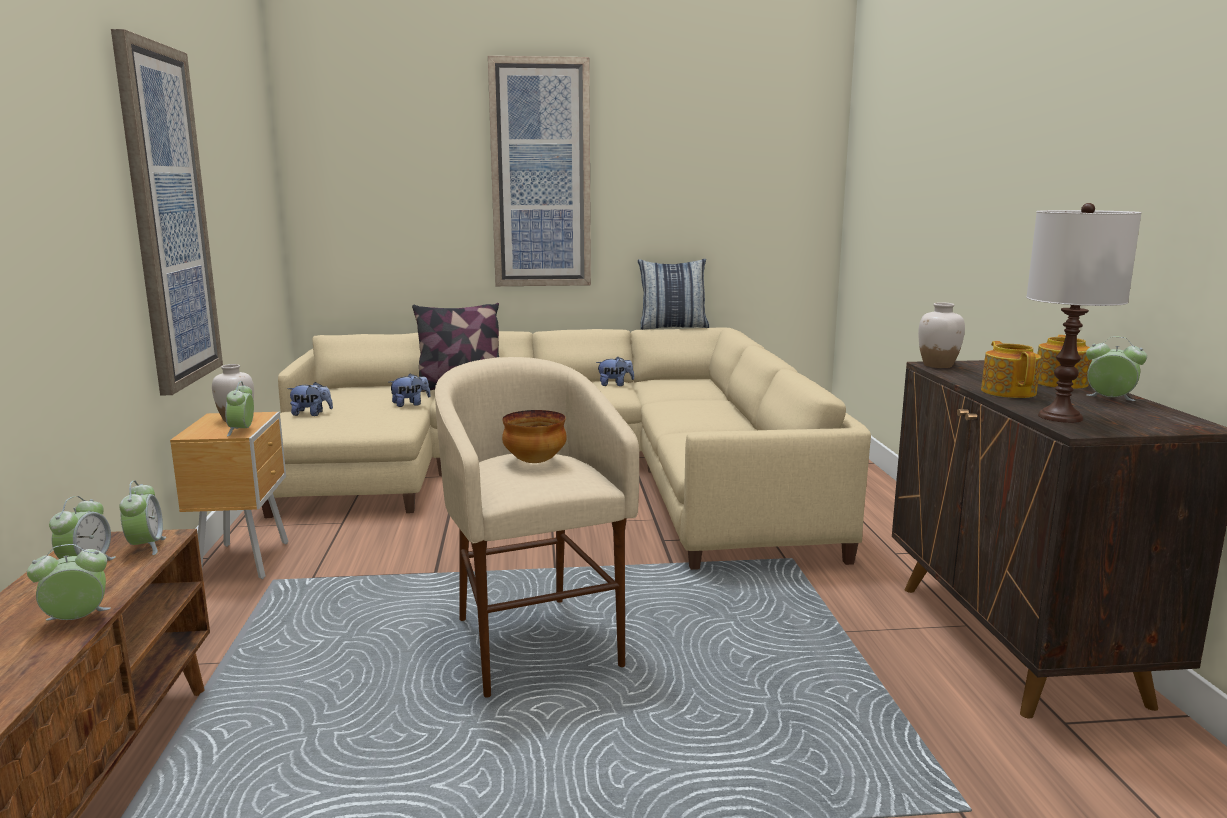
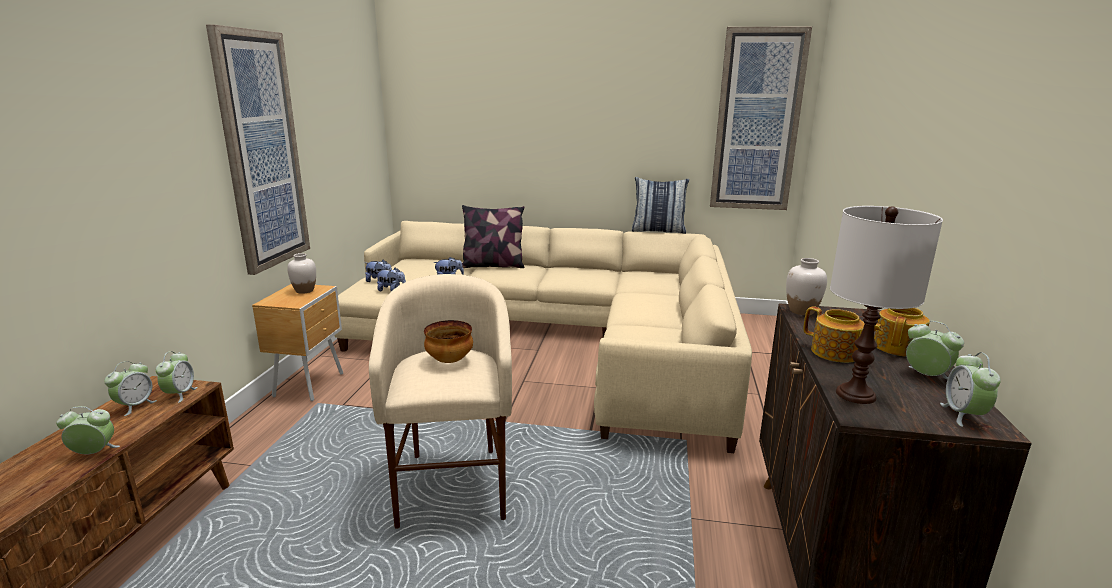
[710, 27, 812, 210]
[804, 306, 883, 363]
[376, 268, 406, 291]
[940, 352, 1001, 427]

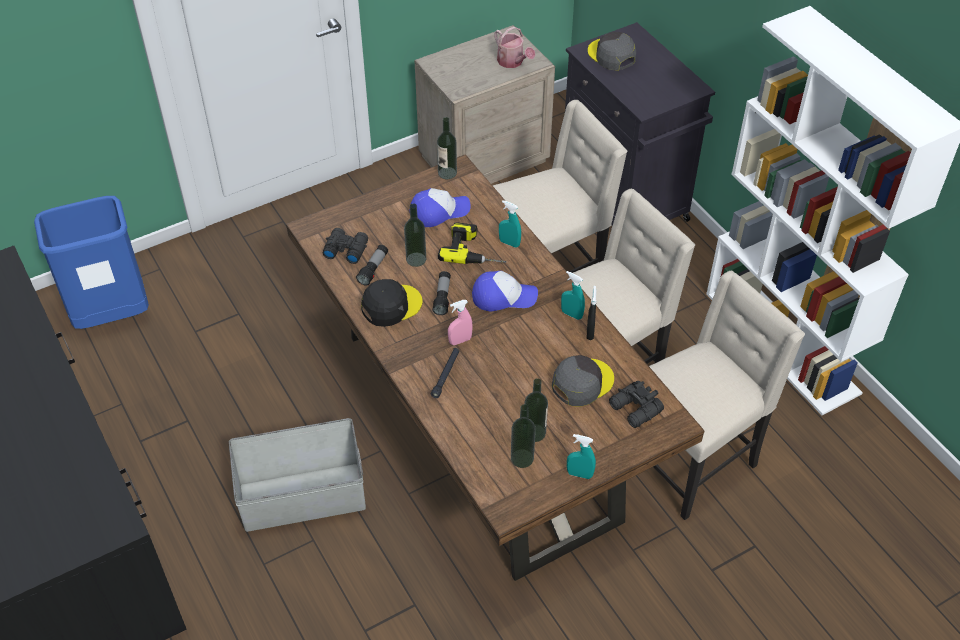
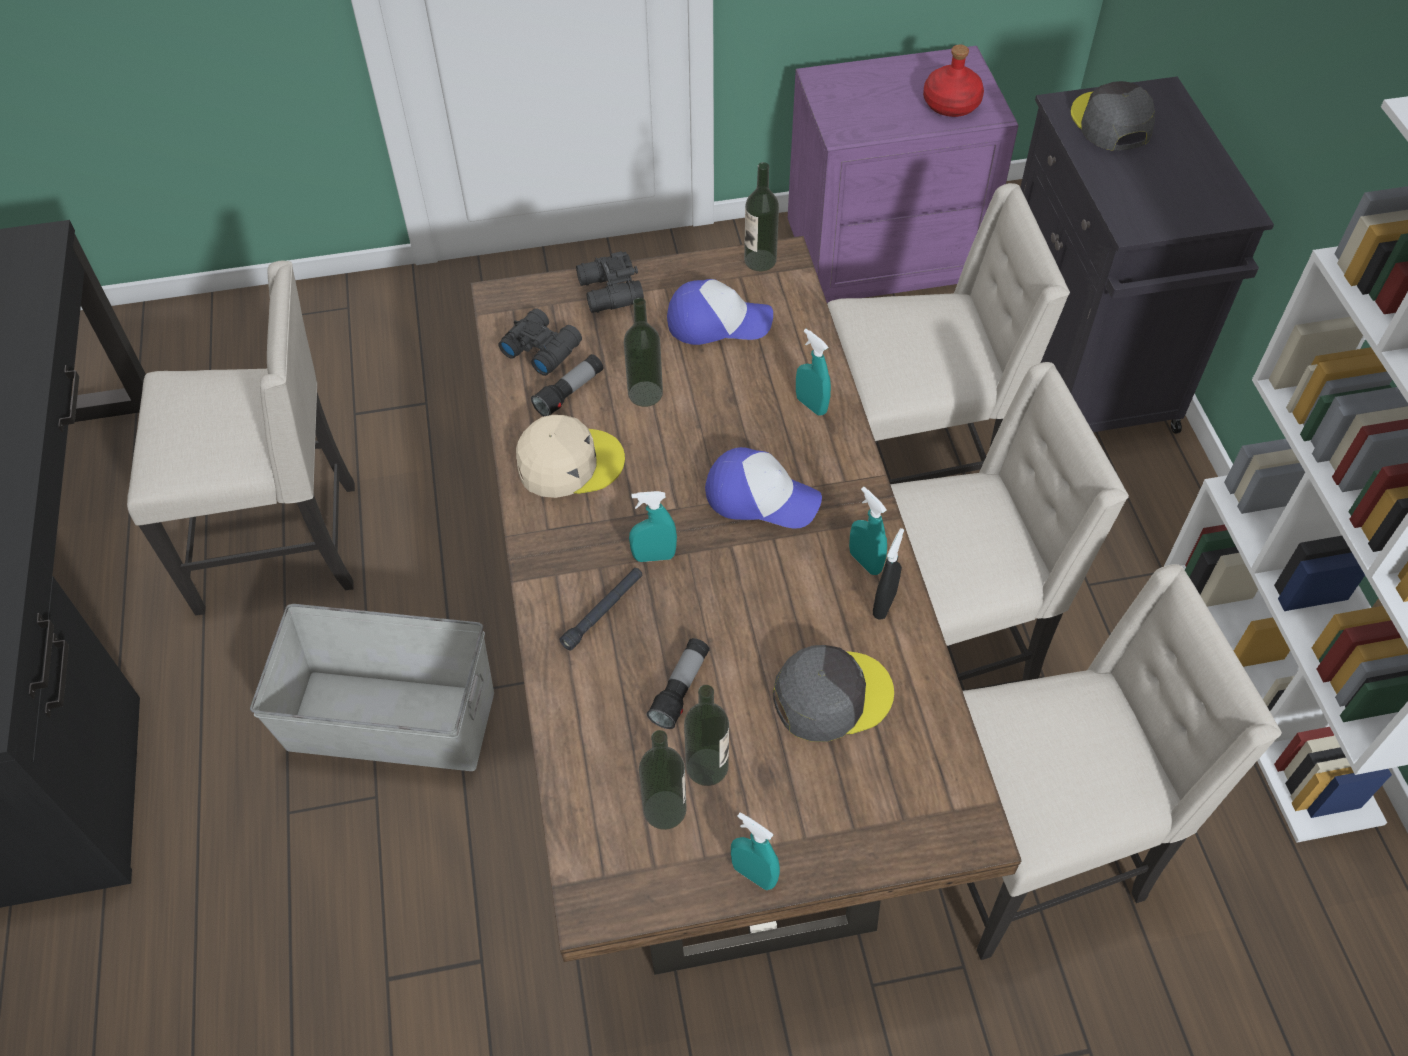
[788, 46, 1019, 303]
[923, 45, 984, 117]
[34, 196, 149, 329] (first image)
[438, 223, 506, 264] (first image)
[646, 638, 710, 729]
[516, 415, 625, 498]
[629, 491, 677, 562]
[576, 251, 644, 313]
[127, 261, 355, 616]

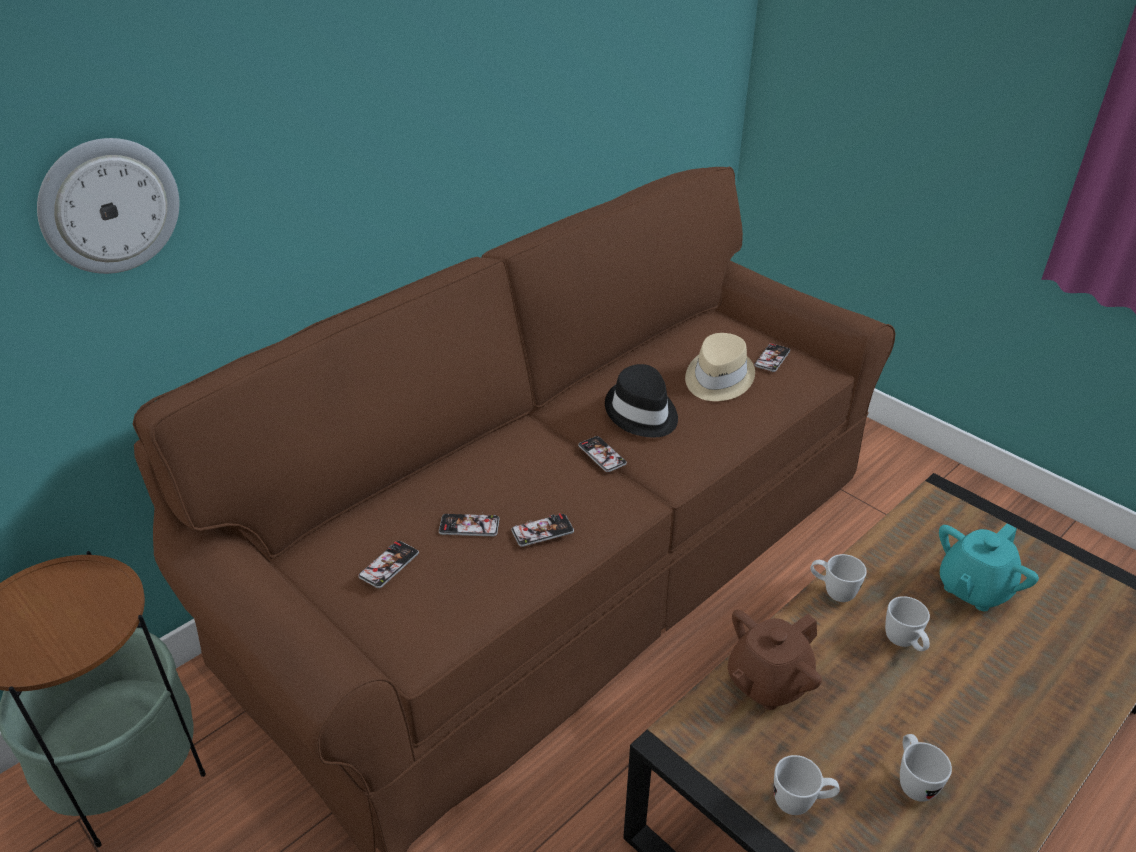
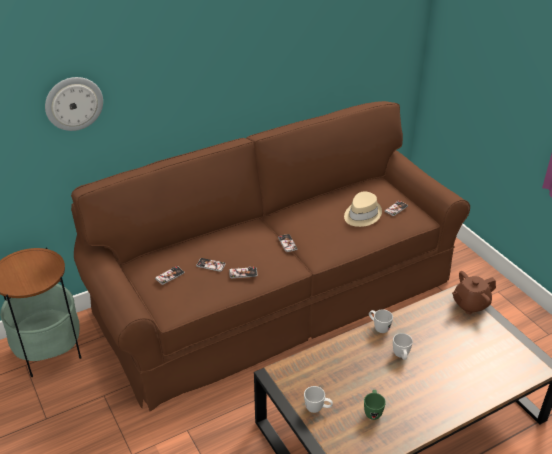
[605, 364, 678, 437] (first image)
[939, 523, 1039, 611] (first image)
[452, 271, 496, 314]
[364, 390, 386, 420]

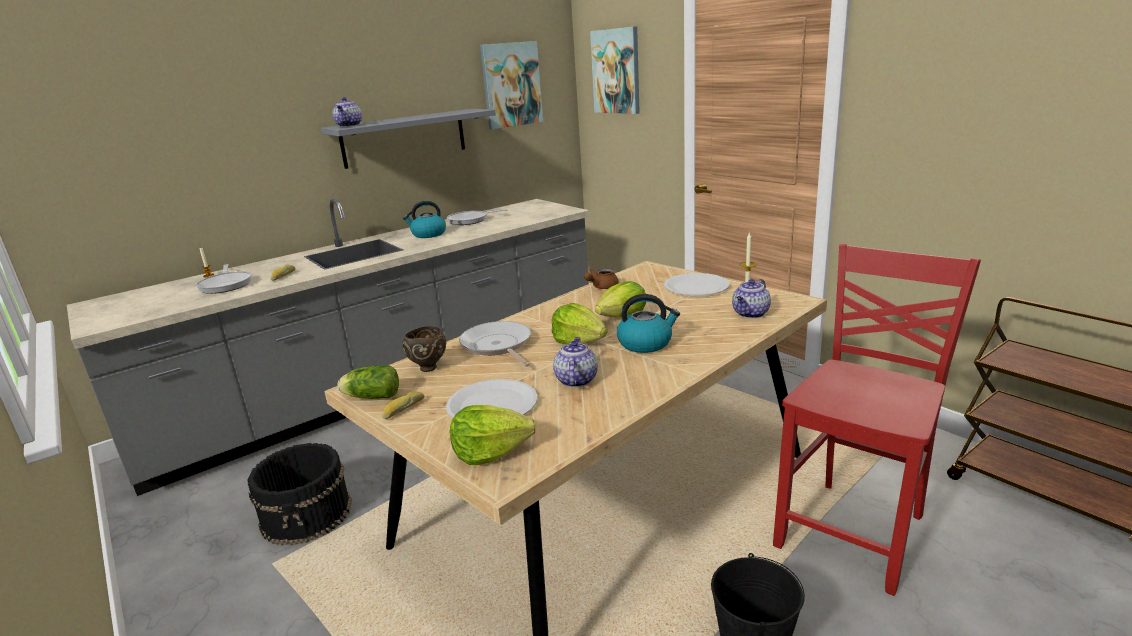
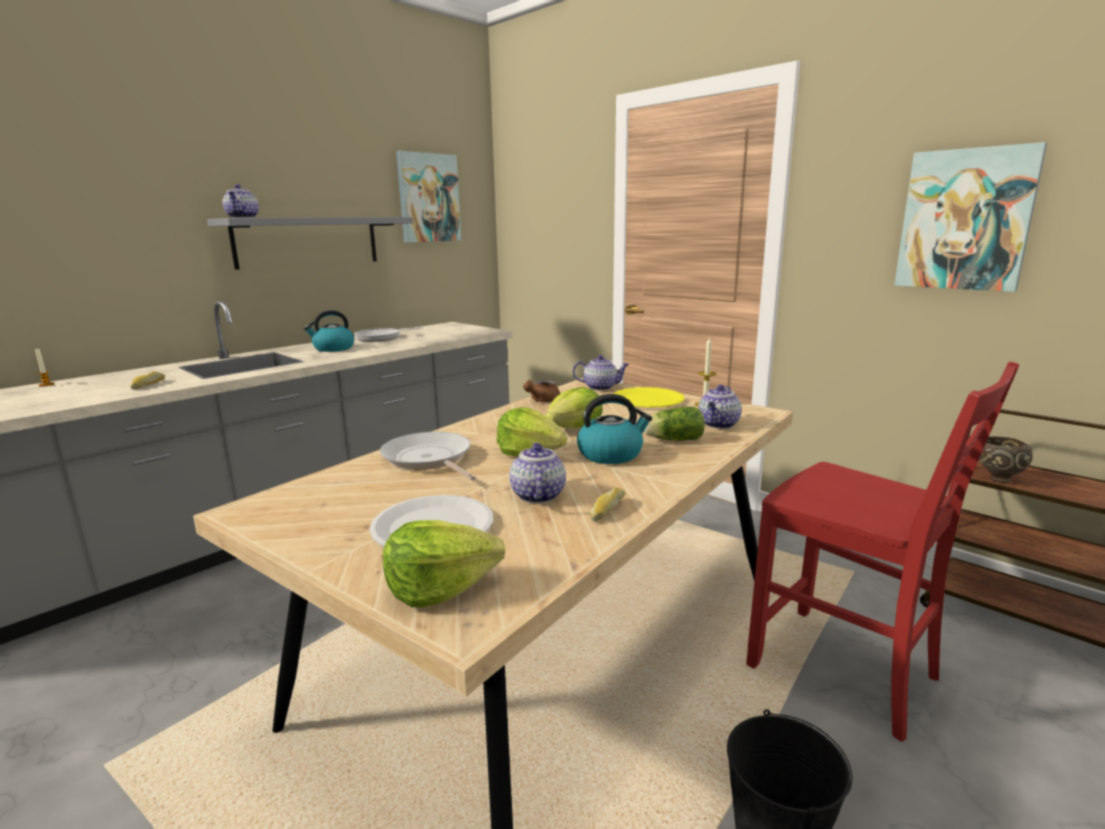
[894, 142, 1047, 292]
[746, 362, 1019, 742]
[196, 264, 251, 294] (first image)
[613, 387, 685, 408]
[979, 436, 1033, 483]
[644, 407, 705, 441]
[590, 487, 625, 521]
[247, 443, 352, 546] (first image)
[573, 355, 629, 391]

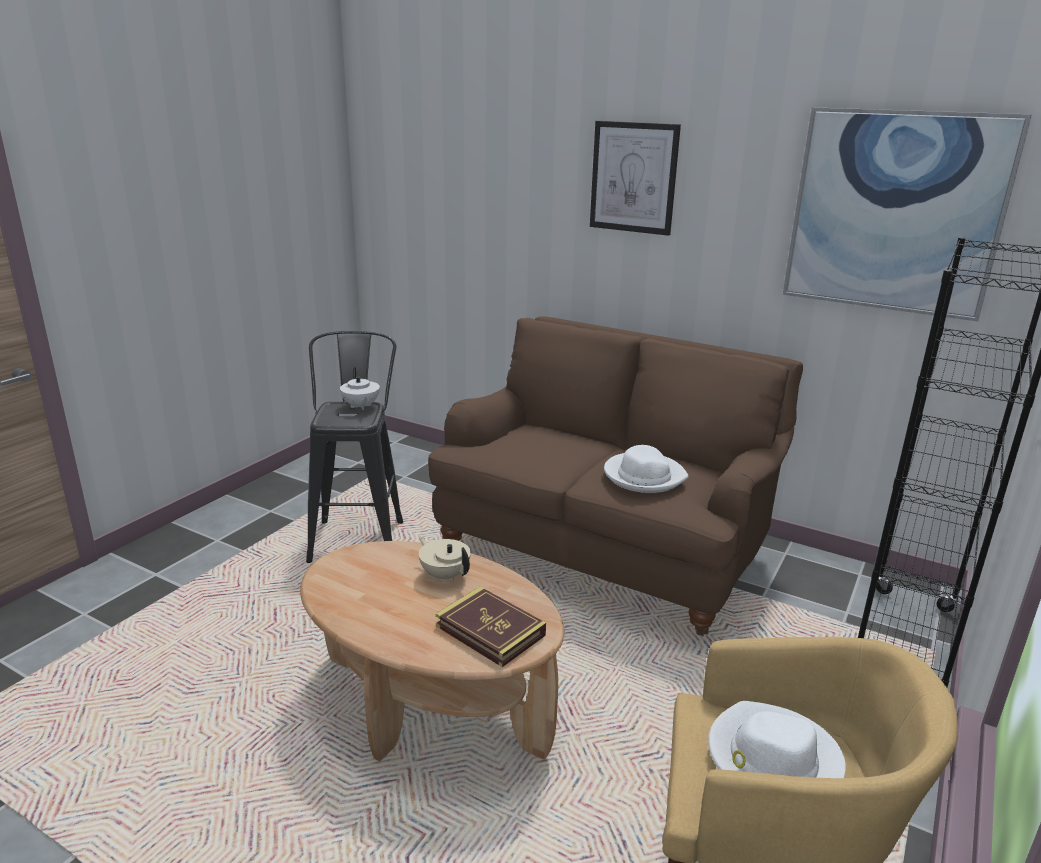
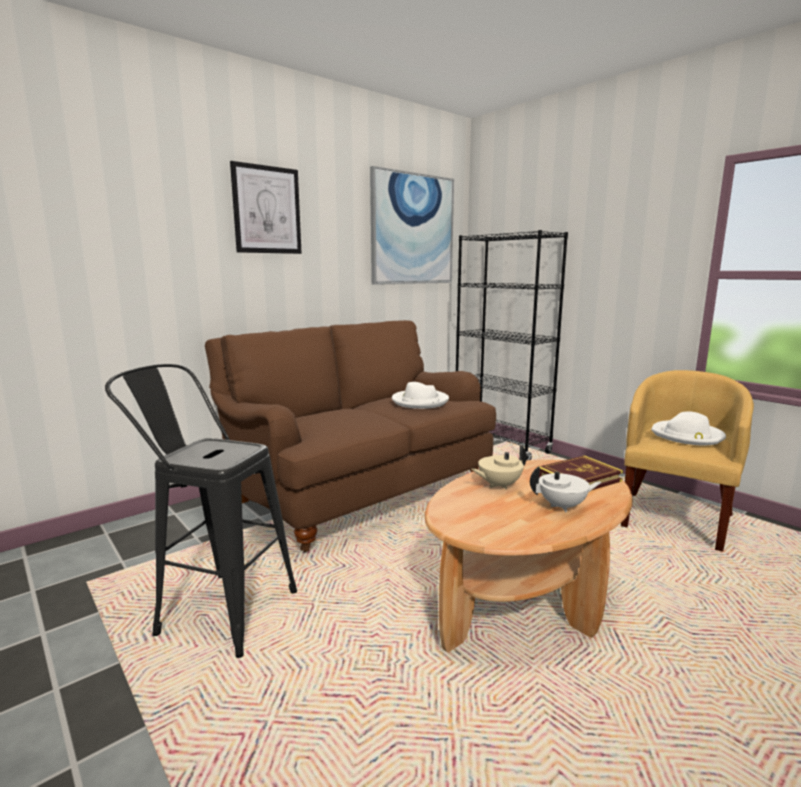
[530, 467, 602, 512]

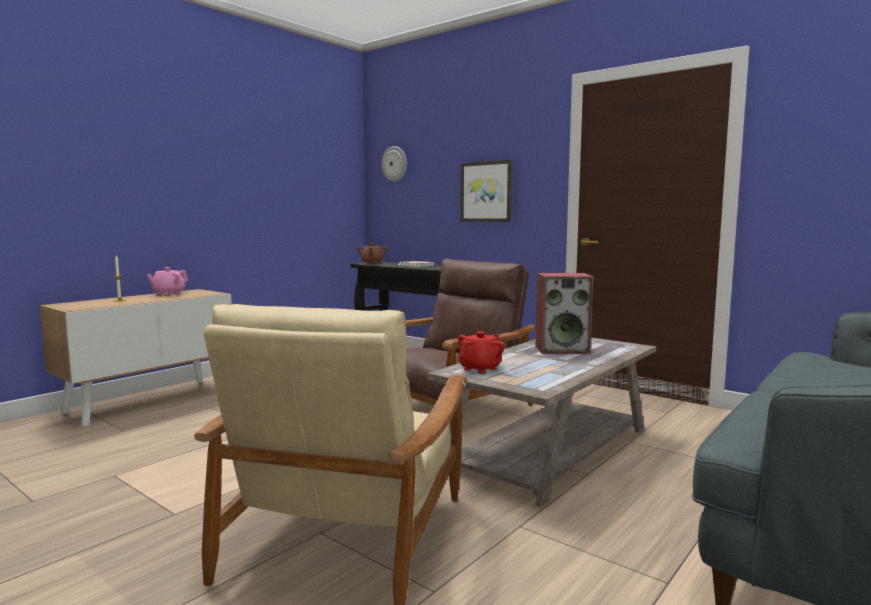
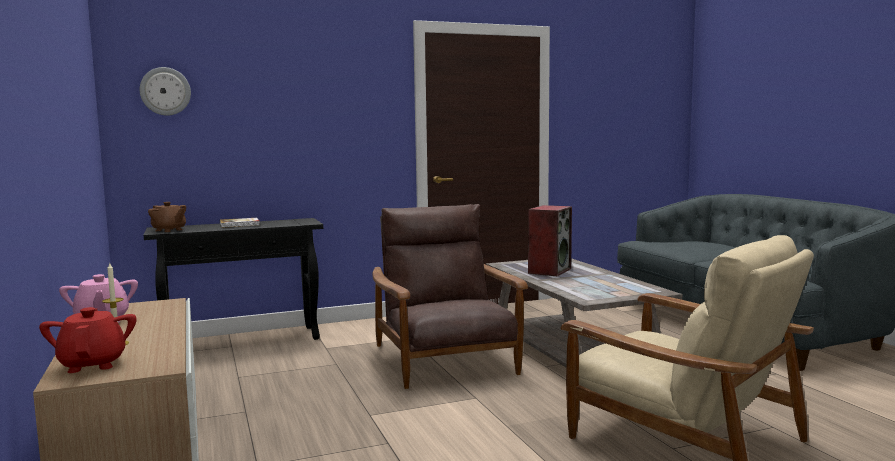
[461, 159, 512, 222] (first image)
[39, 307, 137, 373]

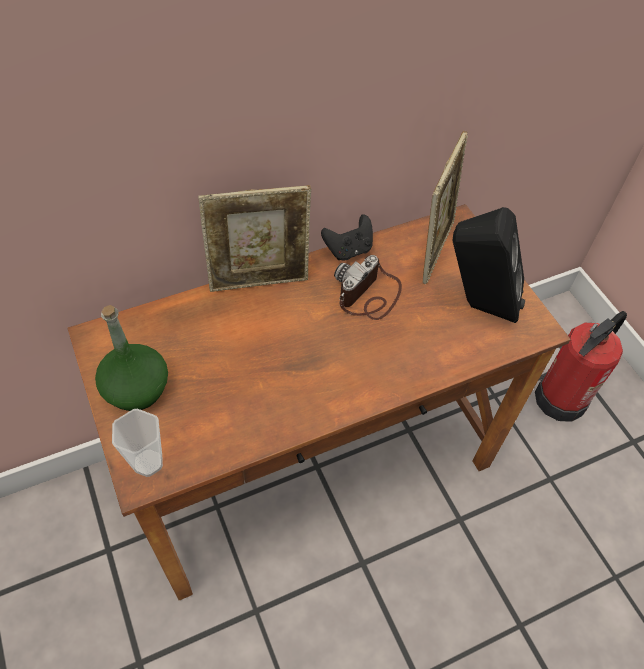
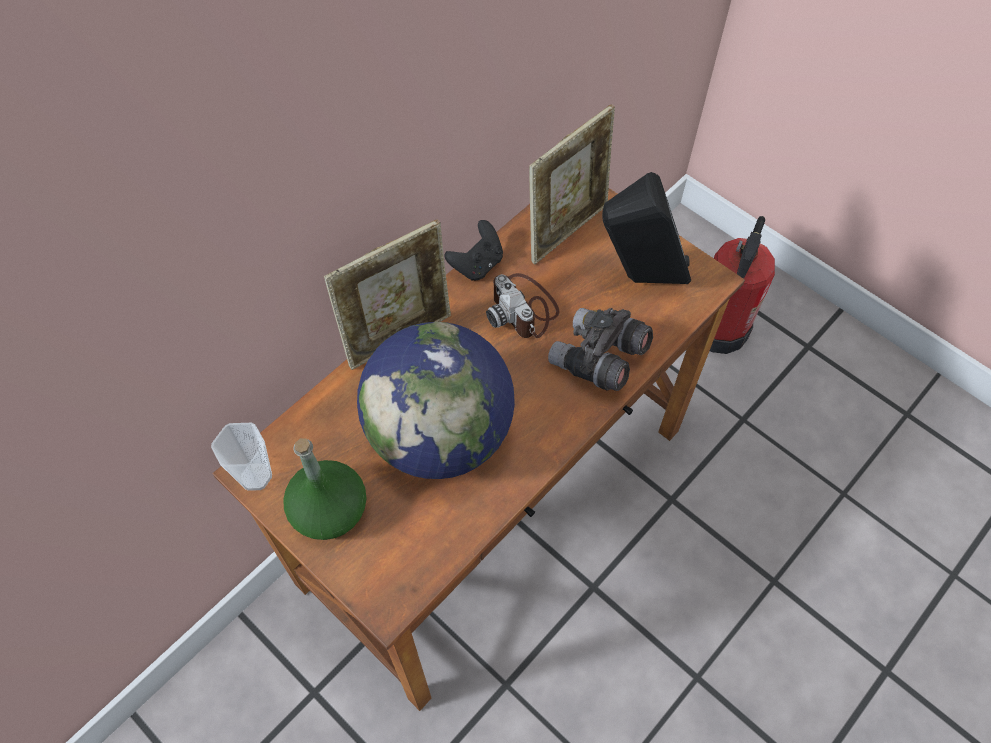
[529, 104, 615, 265]
[486, 273, 559, 338]
[211, 423, 272, 491]
[548, 308, 653, 391]
[357, 322, 515, 479]

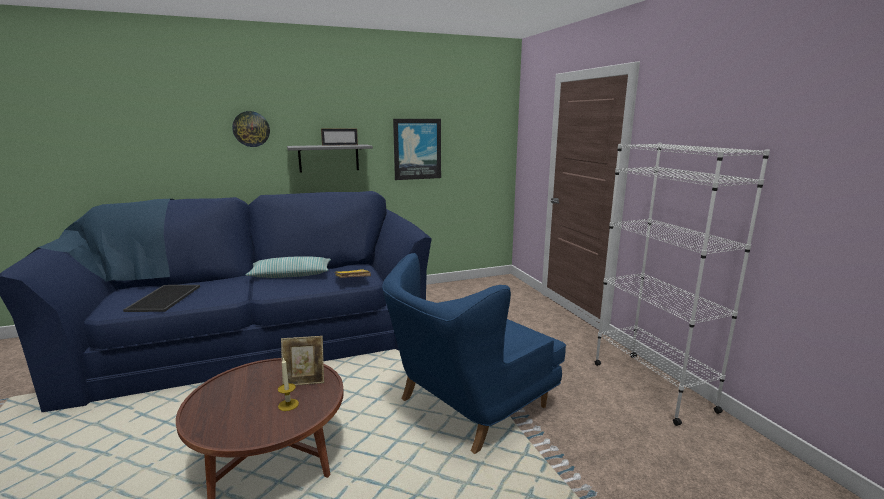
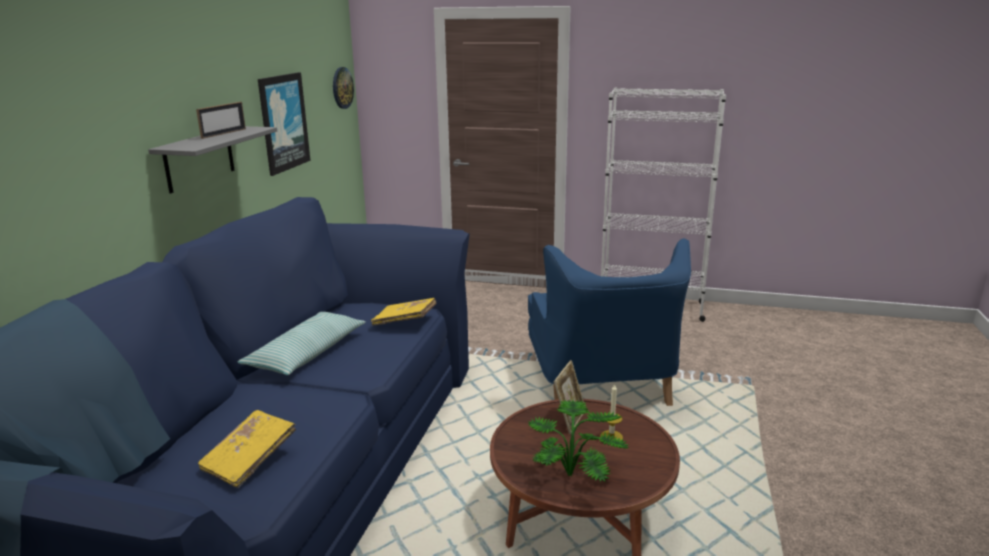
[333, 67, 354, 109]
[198, 410, 296, 488]
[528, 400, 629, 482]

